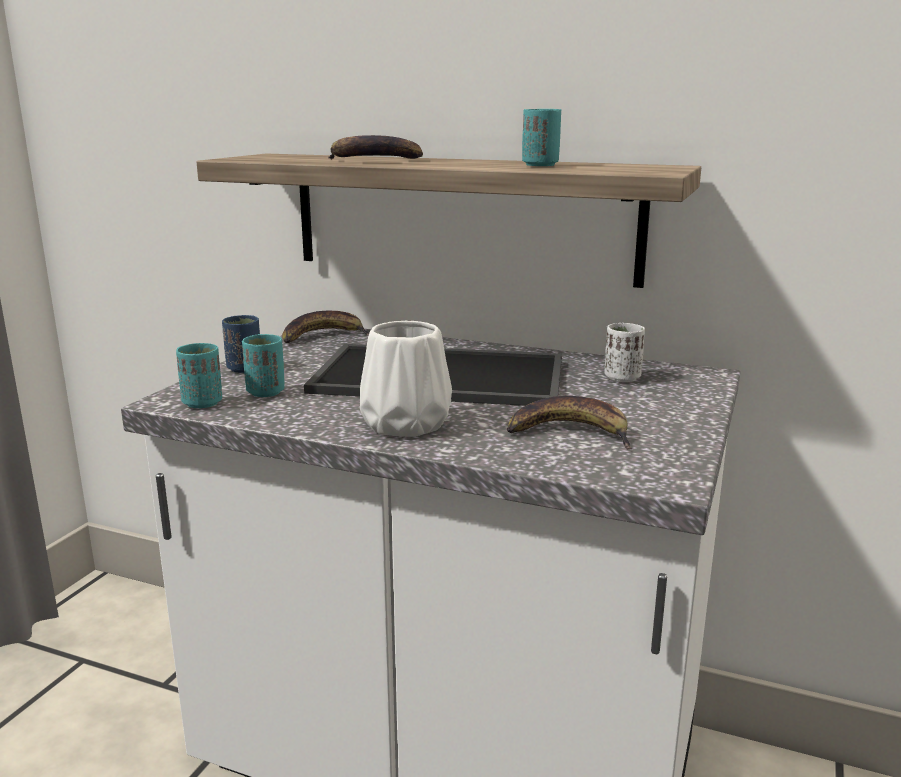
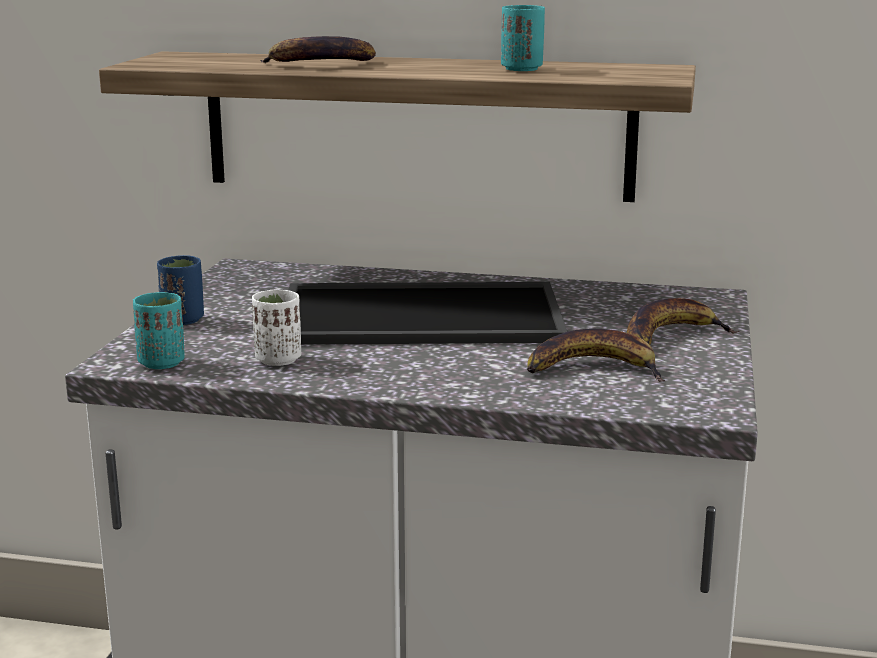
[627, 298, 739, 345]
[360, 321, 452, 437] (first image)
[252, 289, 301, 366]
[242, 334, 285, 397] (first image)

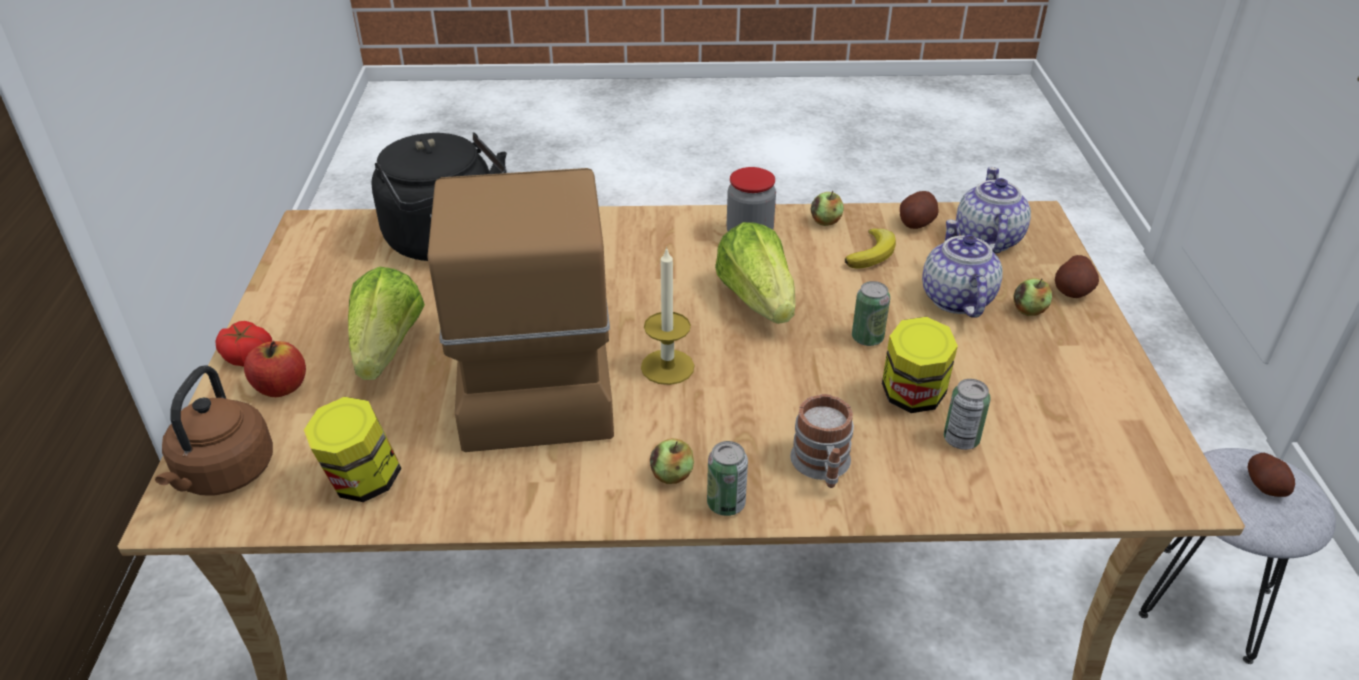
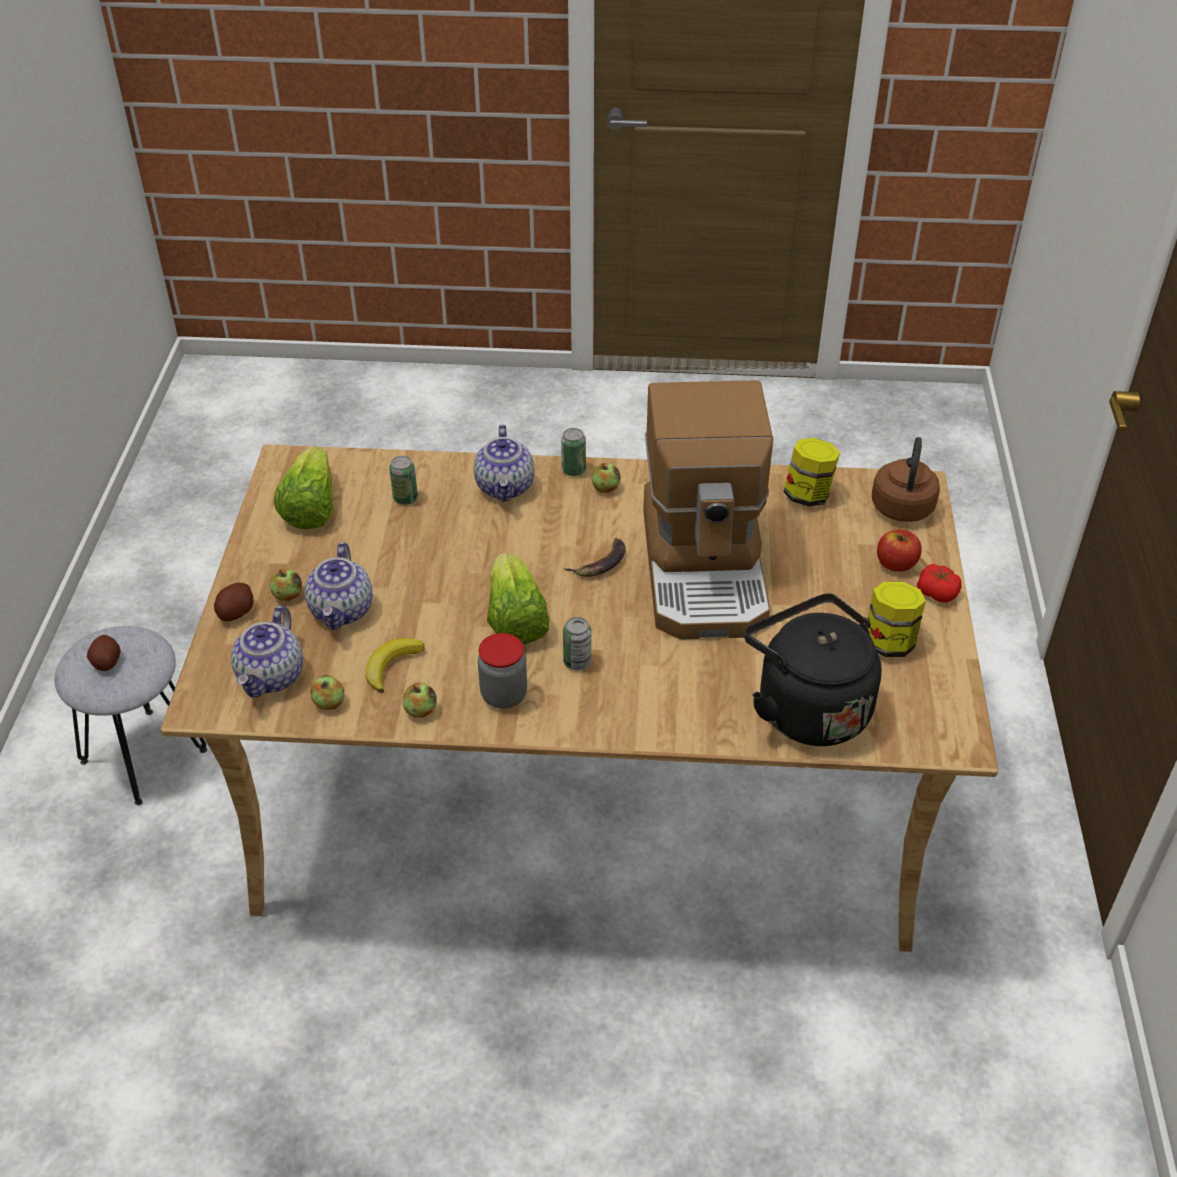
[310, 675, 344, 710]
[564, 538, 626, 577]
[274, 446, 333, 529]
[563, 617, 591, 670]
[868, 581, 926, 657]
[474, 425, 535, 502]

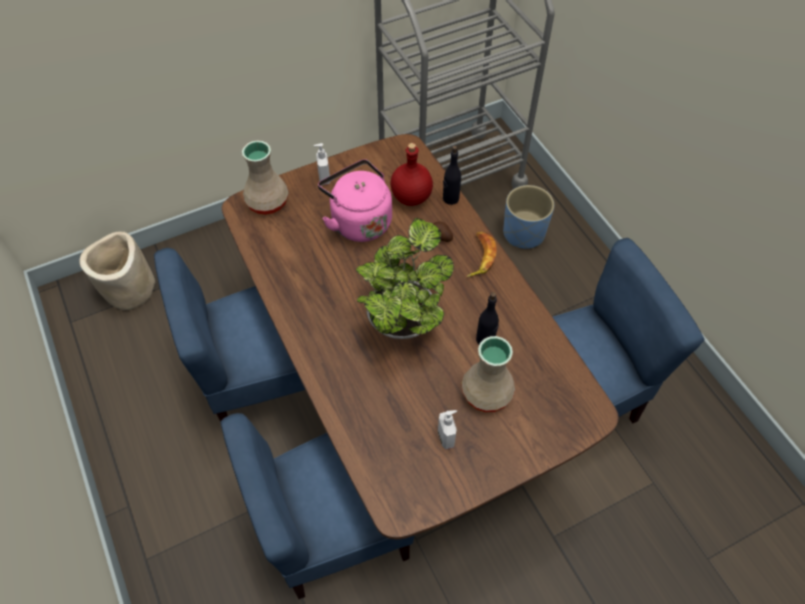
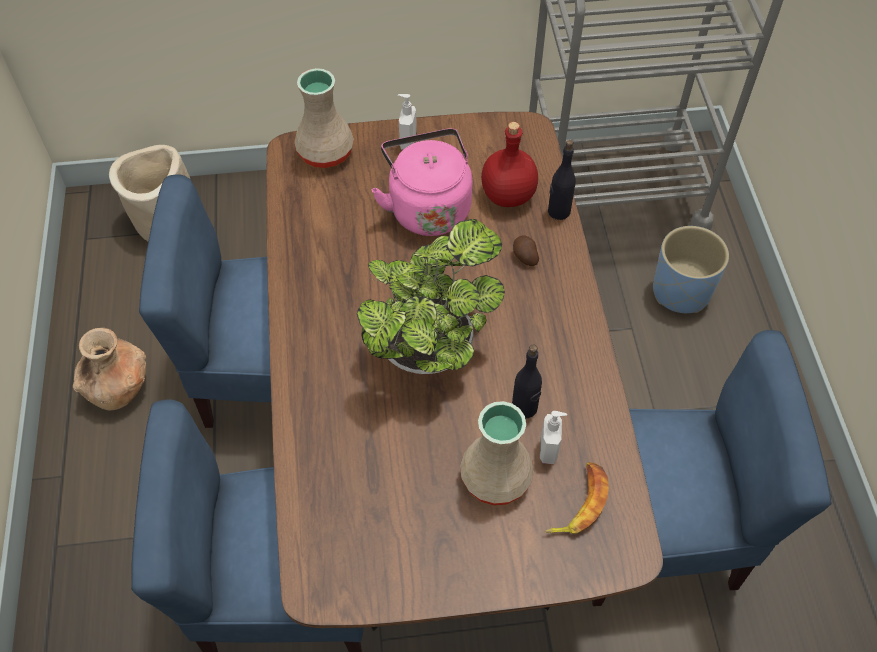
[544, 462, 609, 534]
[540, 411, 567, 464]
[73, 328, 146, 410]

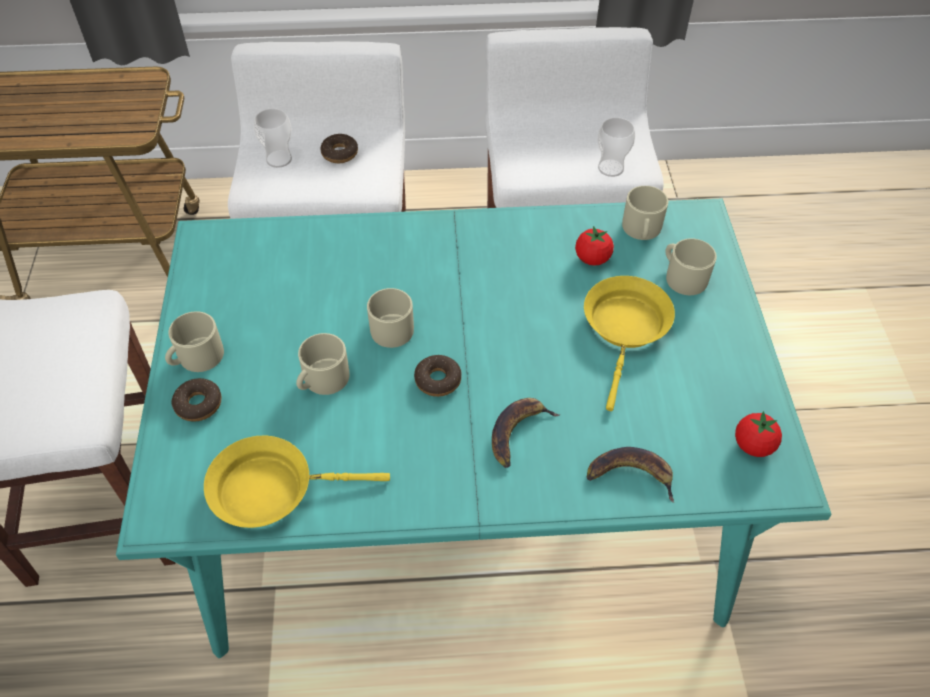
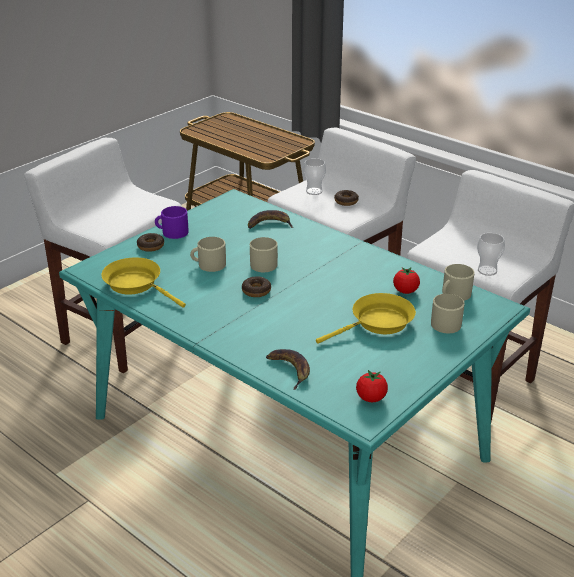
[155, 206, 188, 239]
[248, 210, 294, 229]

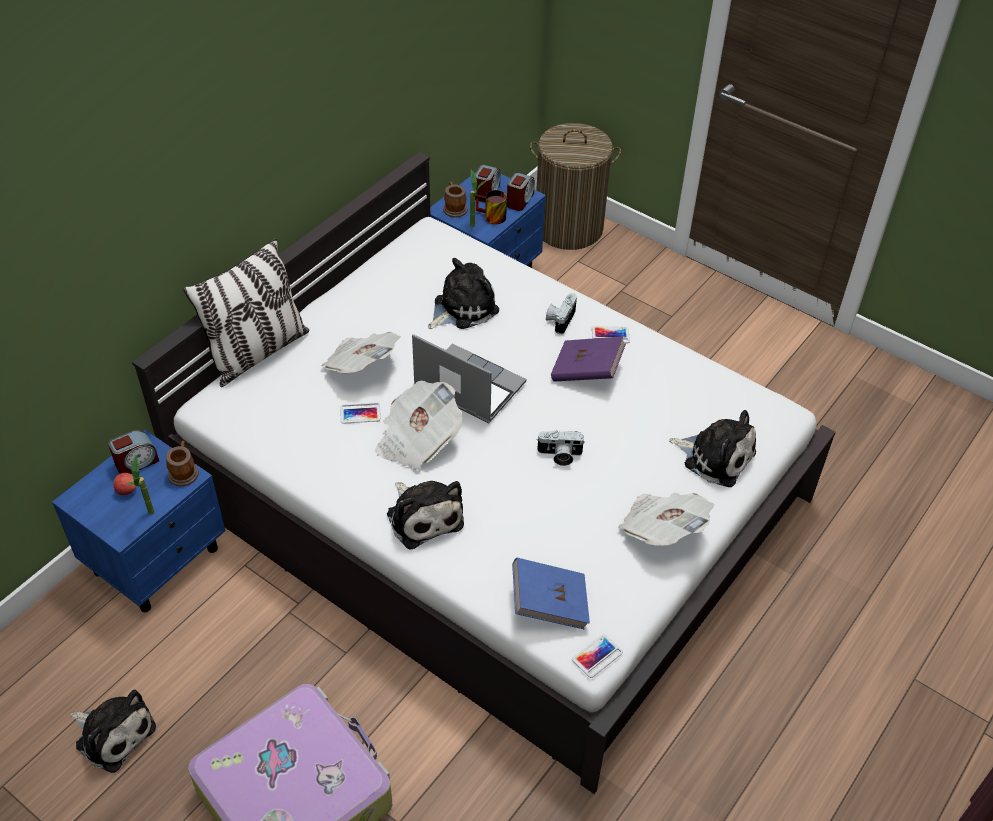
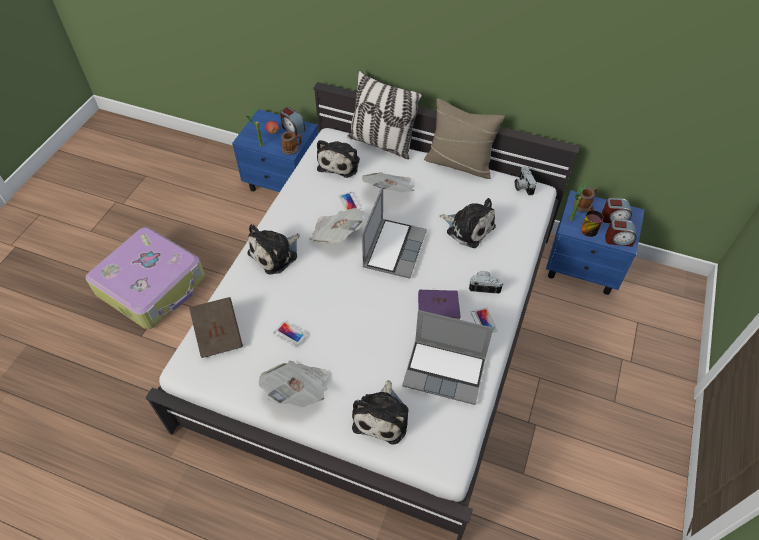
[530, 123, 621, 250] (first image)
[515, 166, 537, 196]
[189, 297, 243, 358]
[273, 321, 307, 347]
[317, 140, 360, 178]
[424, 98, 505, 179]
[402, 310, 493, 405]

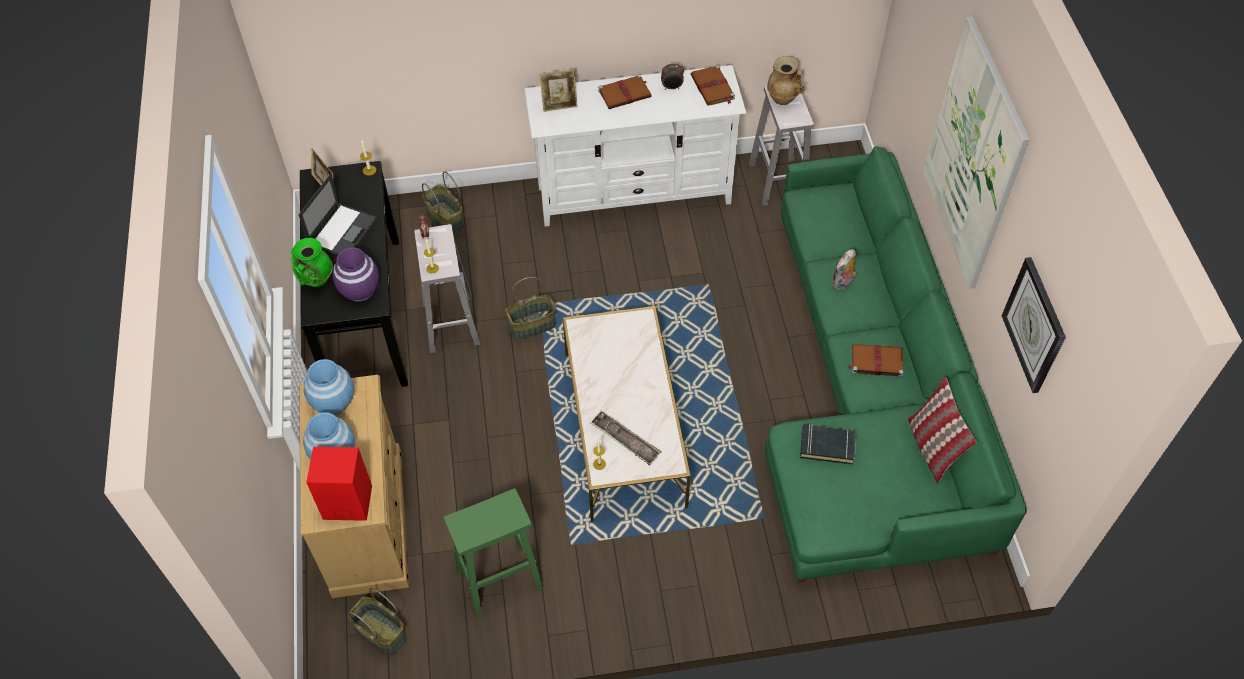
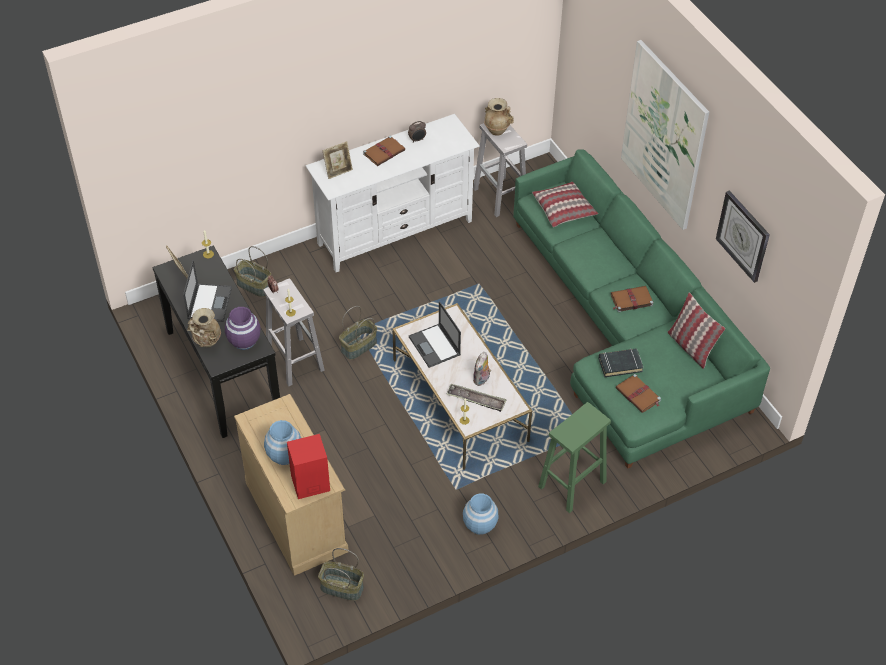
[616, 374, 661, 413]
[187, 308, 221, 347]
[473, 352, 491, 386]
[463, 493, 498, 535]
[538, 402, 611, 513]
[532, 182, 598, 227]
[409, 301, 461, 368]

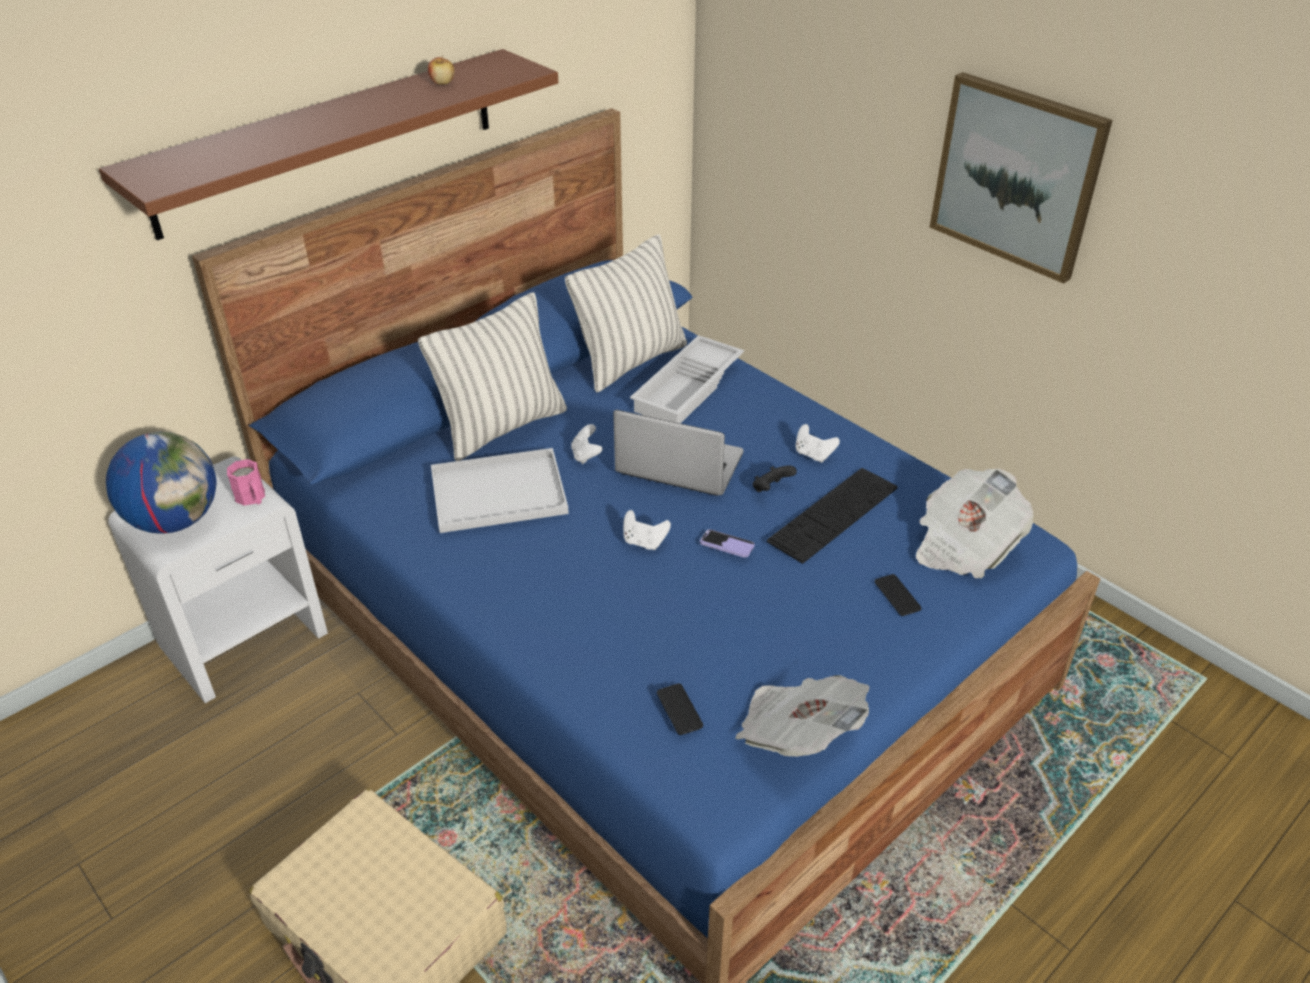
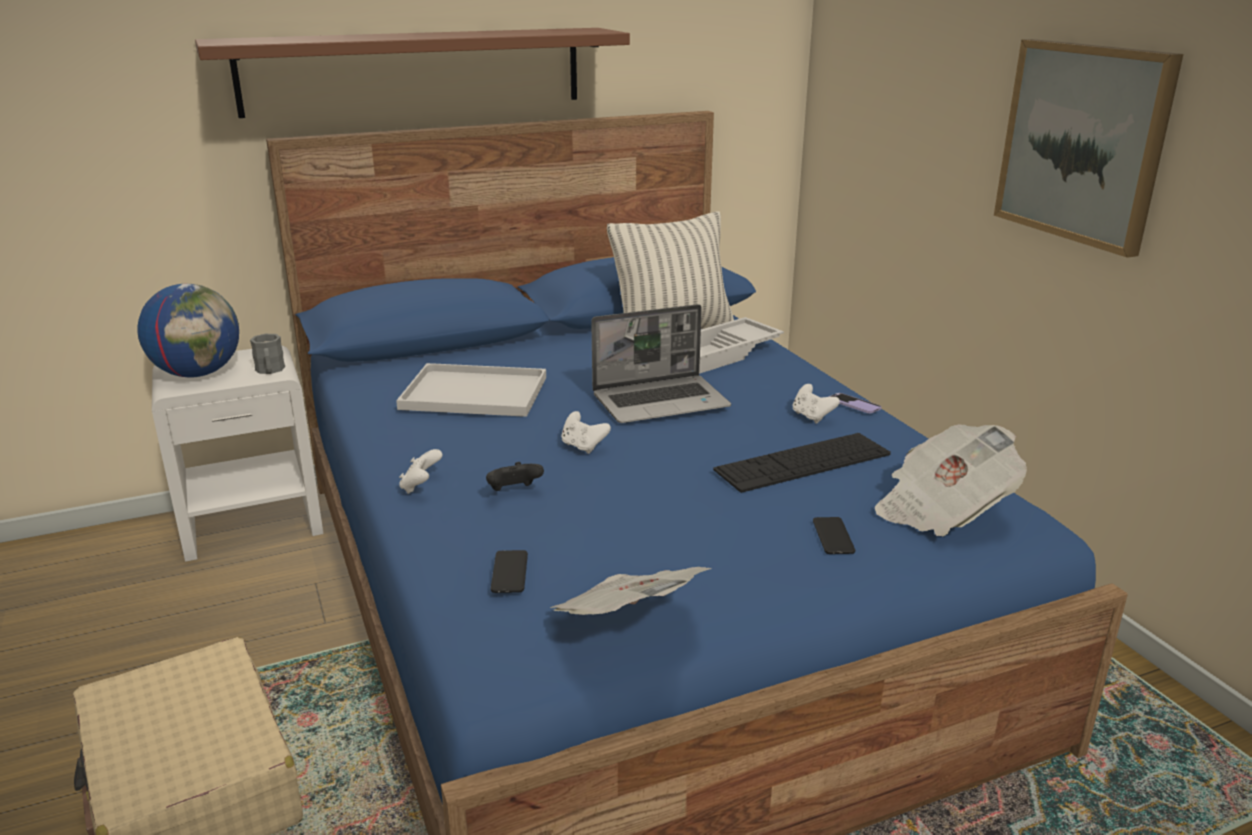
[428, 55, 455, 85] (first image)
[418, 292, 567, 461] (first image)
[591, 304, 731, 423]
[399, 449, 442, 494]
[250, 334, 285, 374]
[486, 462, 544, 491]
[828, 393, 881, 414]

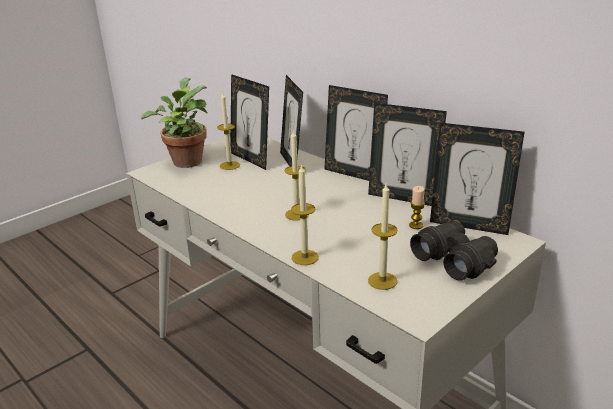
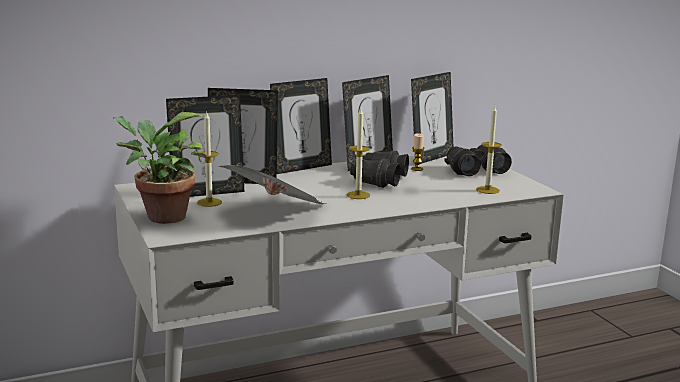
[291, 164, 319, 265] (first image)
[350, 151, 409, 188]
[219, 165, 325, 204]

